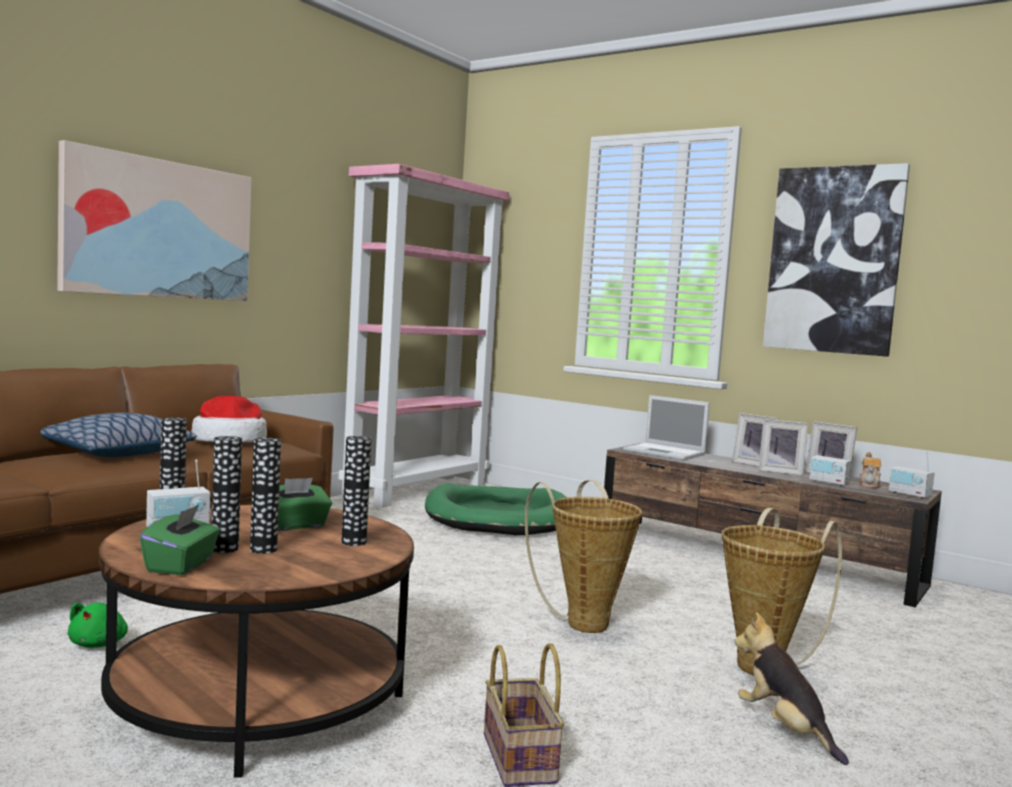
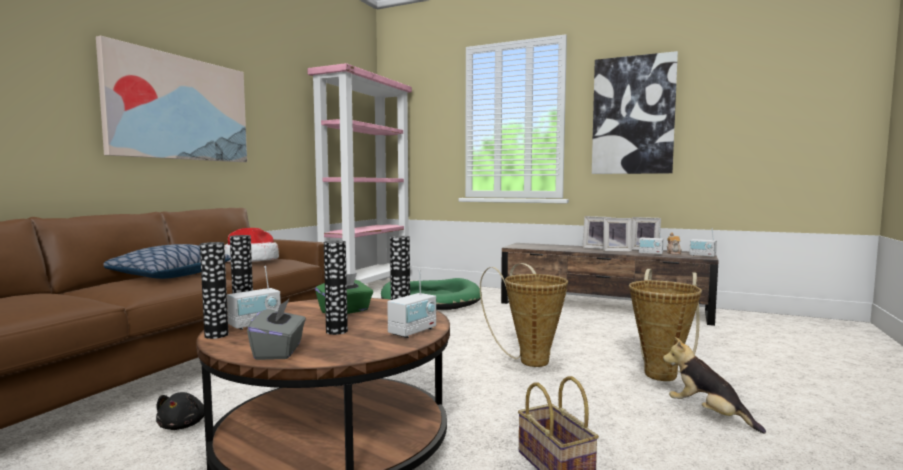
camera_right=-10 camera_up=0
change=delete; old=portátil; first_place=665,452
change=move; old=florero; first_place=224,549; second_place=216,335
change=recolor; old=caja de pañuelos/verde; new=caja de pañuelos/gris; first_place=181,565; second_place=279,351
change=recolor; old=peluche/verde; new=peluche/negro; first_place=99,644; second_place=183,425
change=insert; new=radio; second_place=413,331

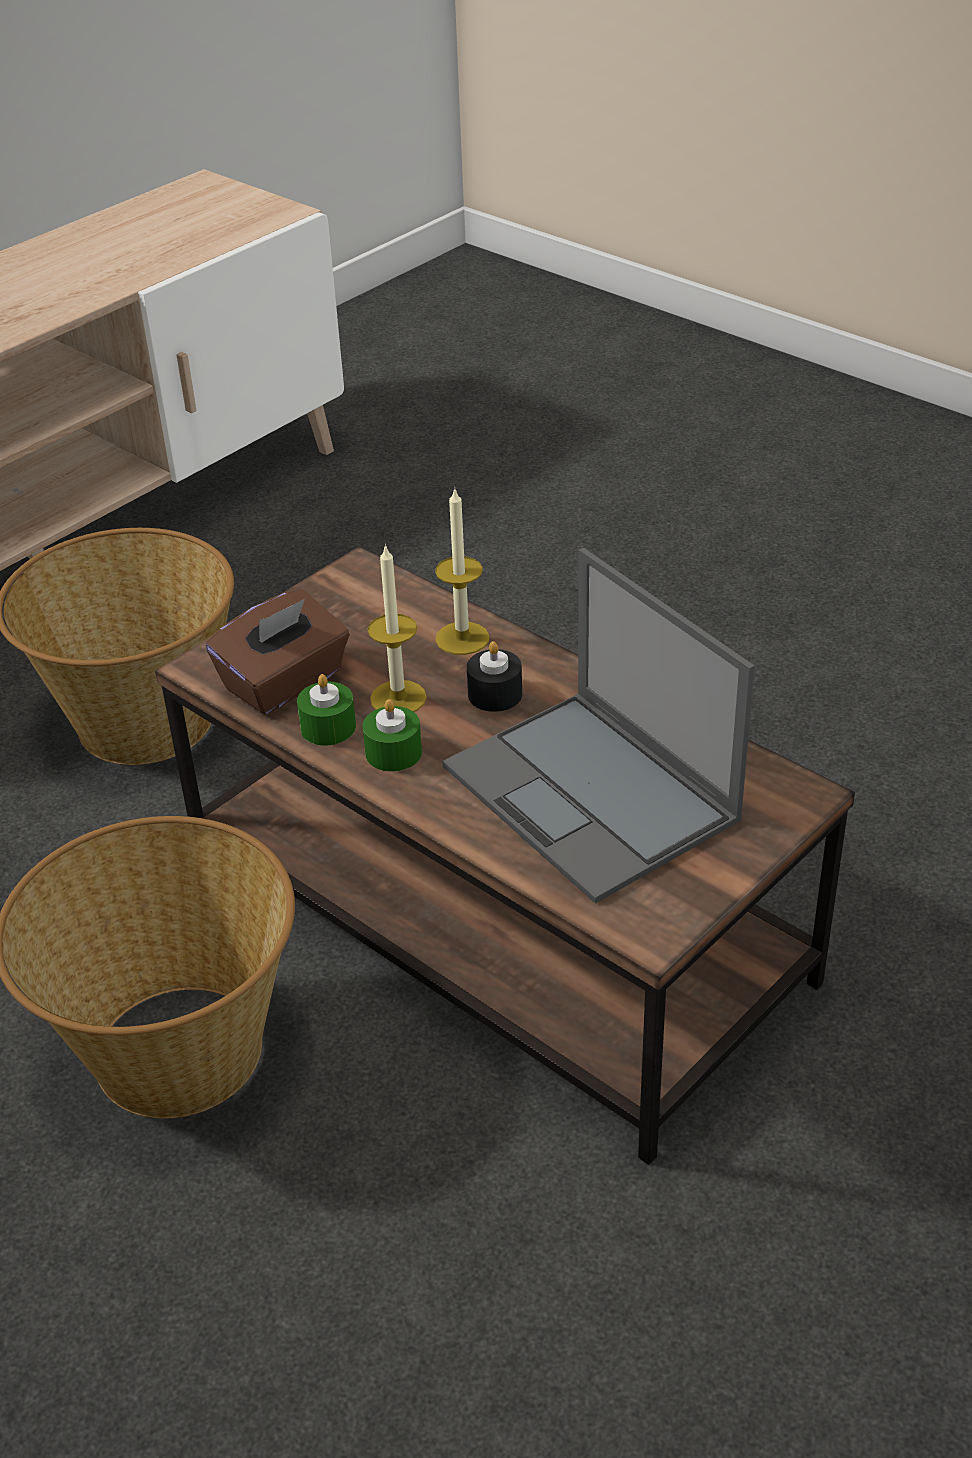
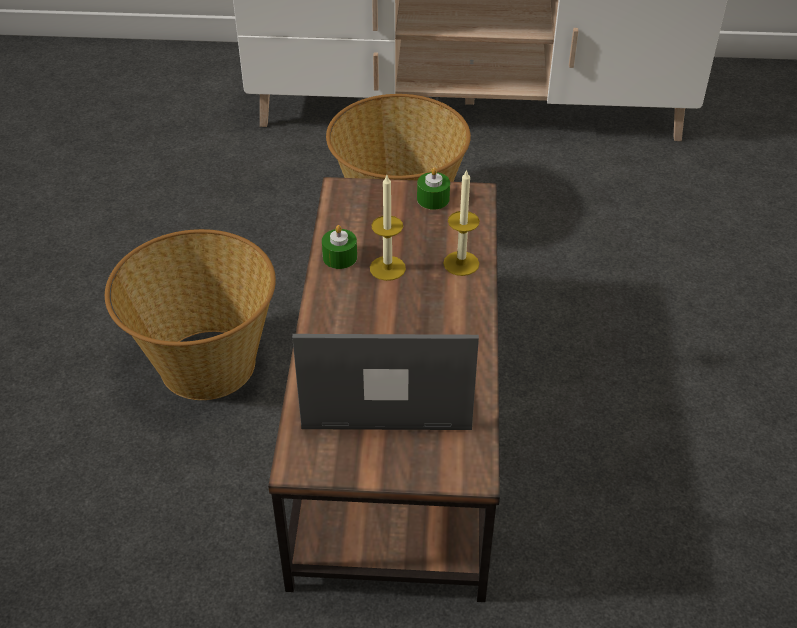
camera_right=50 camera_up=5
change=rotate; old=portátil; first_place=592,795; second_place=384,383; degrees=75
change=delete; old=caja de pañuelos/marrón; first_place=285,682
change=delete; old=vela/negro; first_place=495,694
change=move; old=vela/verde; first_place=393,753; second_place=433,199

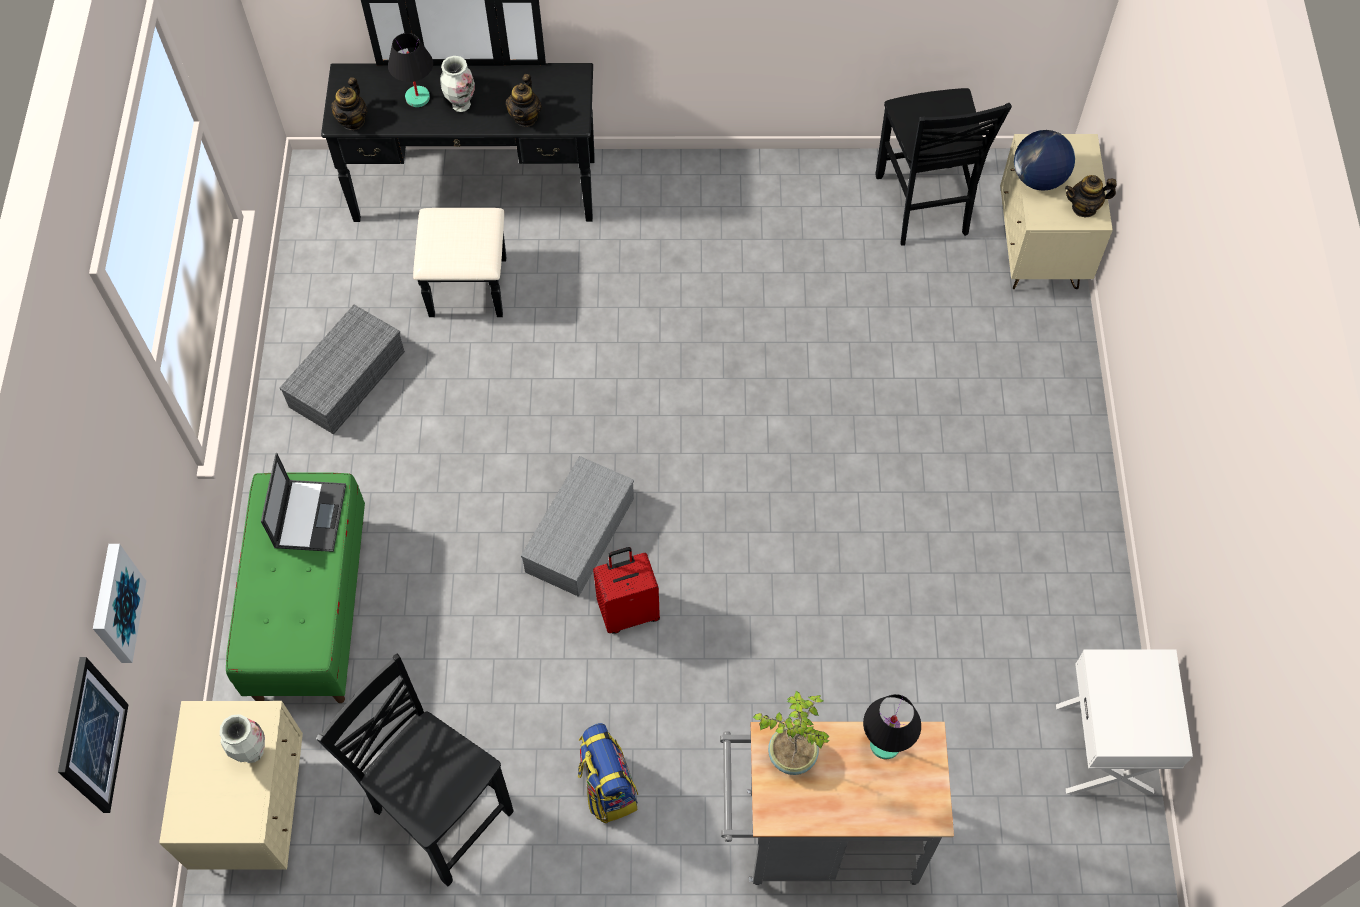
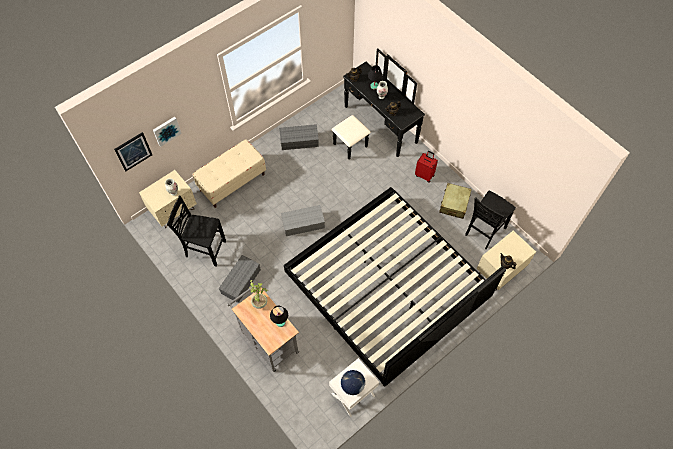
camera_right=50 camera_up=0
change=move; old=globo terráqueo; first_place=1038,179; second_place=352,385
change=delete; old=portátil; first_place=310,515
change=recolor; old=banco/verde; new=banco/beis; first_place=310,608; second_place=232,182
change=move; old=maleta/rojo; first_place=628,611; second_place=424,175
change=rotate; old=silla/negro; first_place=440,811; second_place=205,249; degrees=-75
change=replace; old=mochila; new=caja de almacenaje/gris; first_place=607,787; second_place=241,281
change=insert; new=maleta/beis; second_place=454,204
change=insert; new=cama; second_place=387,288

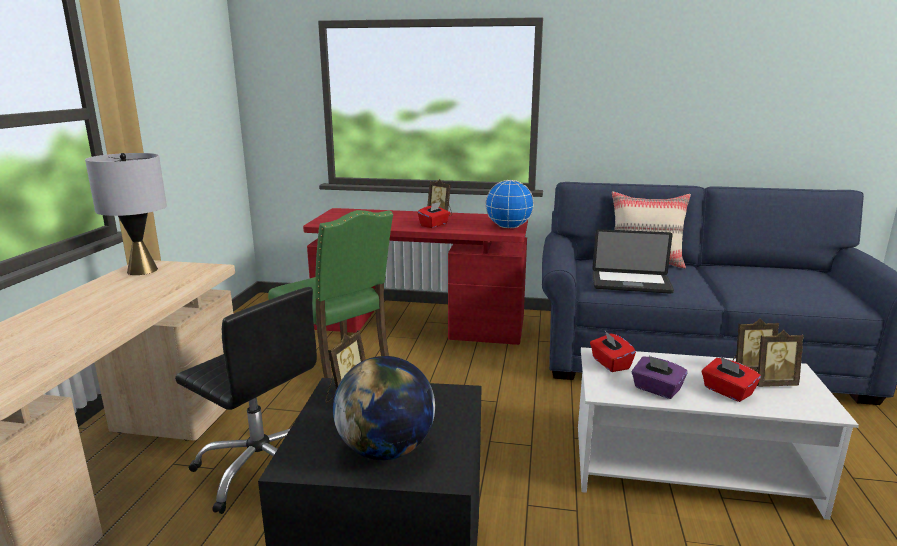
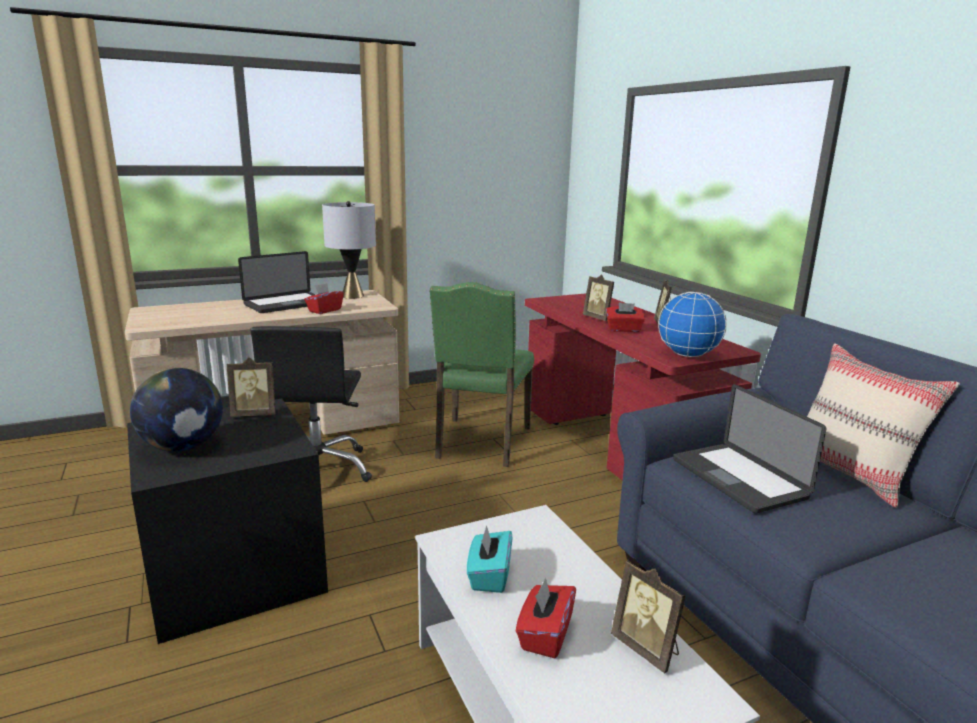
camera_right=55 camera_up=0
change=move; old=portarretratos; first_place=772,383; second_place=599,318
change=move; old=caja de pañuelos/rojo; first_place=610,363; second_place=324,310
change=recolor; old=caja de pañuelos/morado; new=caja de pañuelos/turquesa; first_place=656,389; second_place=489,576
change=insert; new=portátil; second_place=286,304

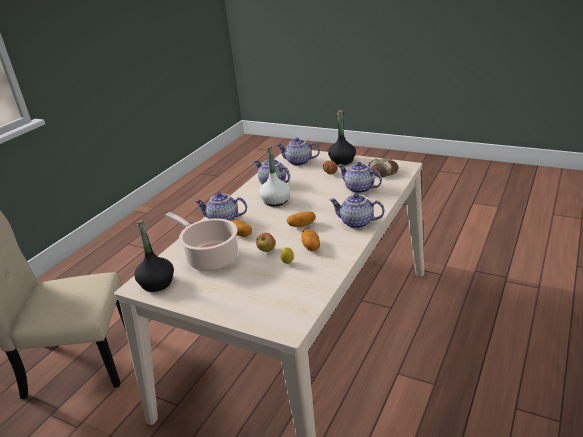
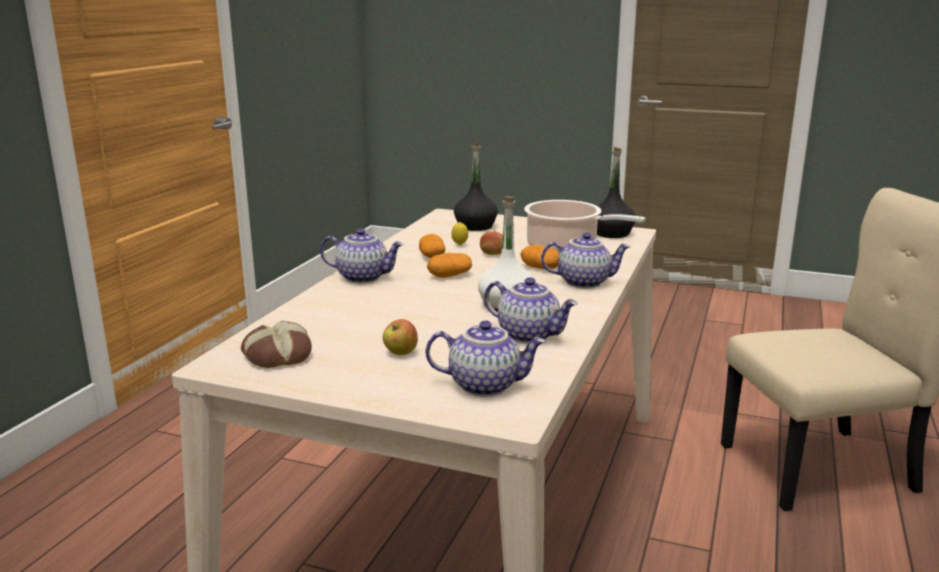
camera_right=170 camera_up=-10
change=move; old=botella/negro; first_place=342,161; second_place=475,226
change=delete; old=tetera; first_place=359,189

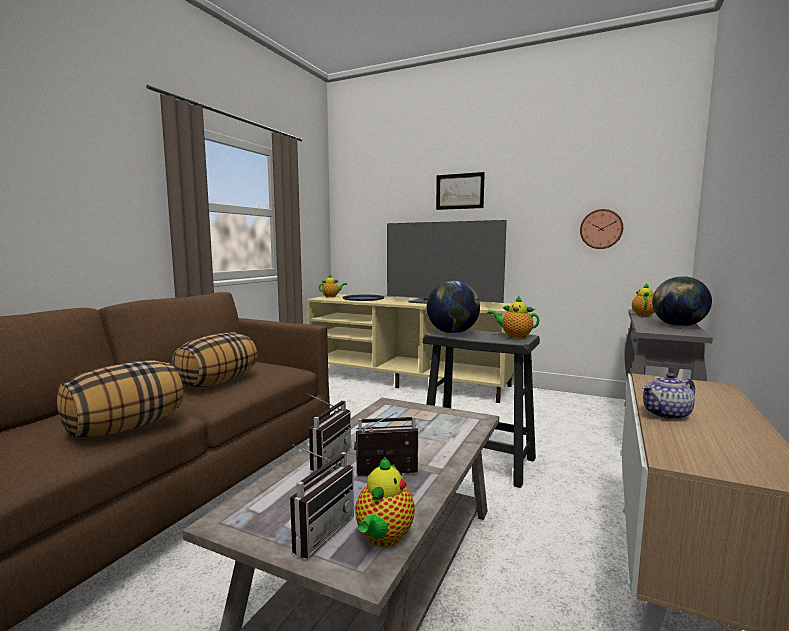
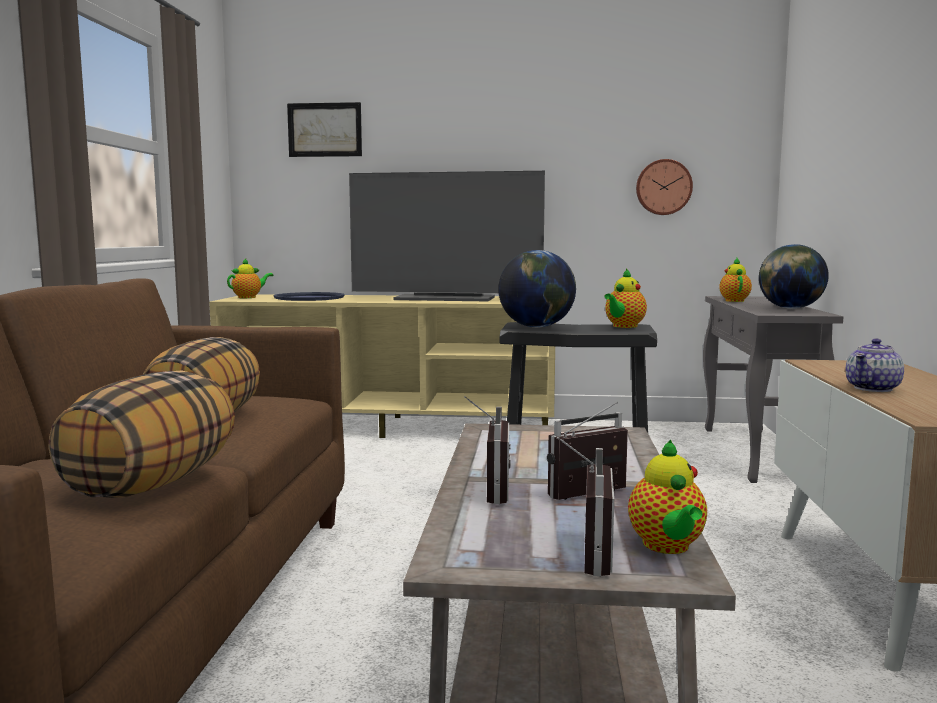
camera_right=-20 camera_up=0
change=move; old=cuadro; first_place=459,191; second_place=325,130
change=rotate; old=tetera; first_place=514,336; second_place=623,326; degrees=-60

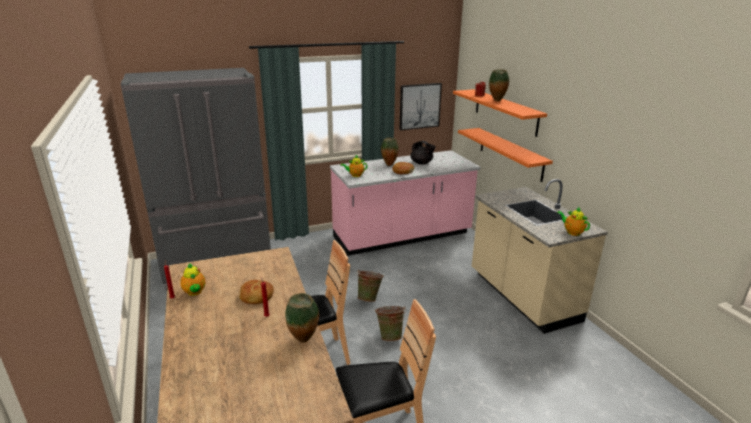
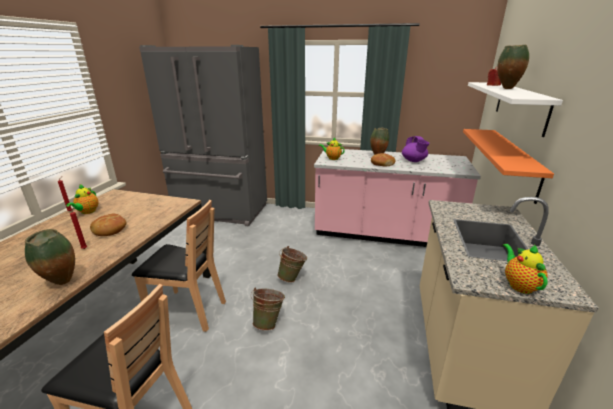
camera_right=35 camera_up=0
change=delete; old=cuadro; first_place=419,106
change=recolor; old=estante/naranja; new=estante/blanco; first_place=505,111; second_place=520,106
change=recolor; old=tetera/negro; new=tetera/morado; first_place=422,163; second_place=414,161

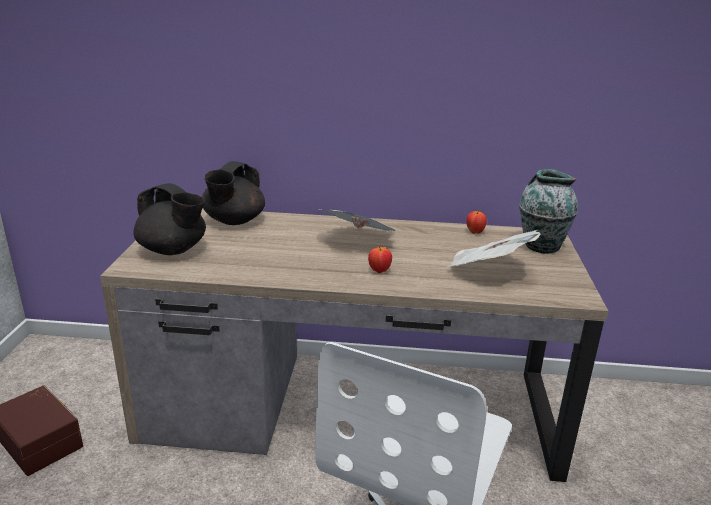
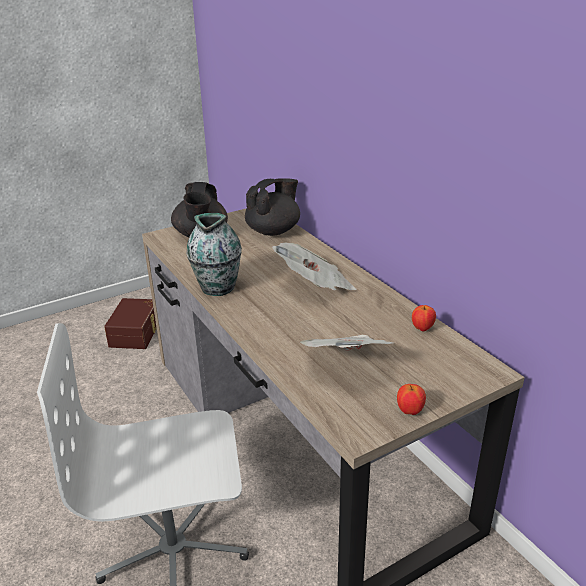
camera_right=55 camera_up=5
change=rotate; old=tetera/negro; first_place=233,221; second_place=274,231; degrees=150
change=move; old=florero; first_place=541,246; second_place=218,287
change=move; old=manzana; first_place=379,271; second_place=410,411

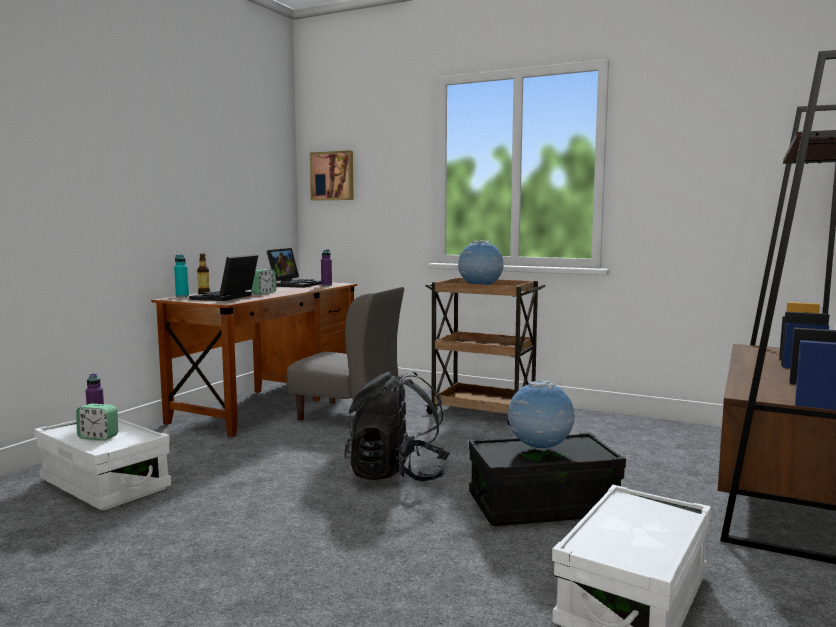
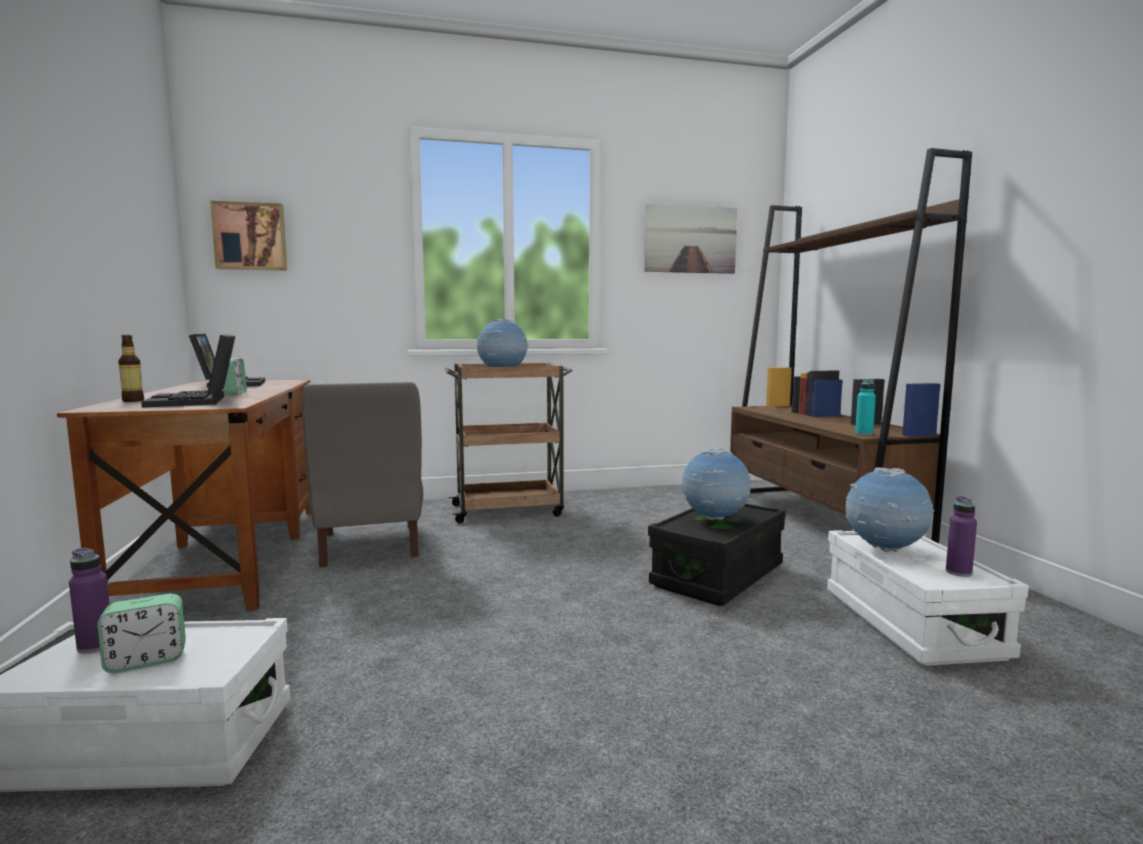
camera_right=-40 camera_up=0
change=move; old=botella/morado; first_place=326,285; second_place=958,572
change=move; old=botella/turquesa; first_place=182,296; second_place=864,434
change=rotate; old=silla/gris; first_place=348,415; second_place=369,545; degrees=90
change=delete; old=mochila/negro; first_place=397,474
change=insert; new=cuadro; second_place=690,239
change=insert; new=globo terráqueo; second_place=885,550

